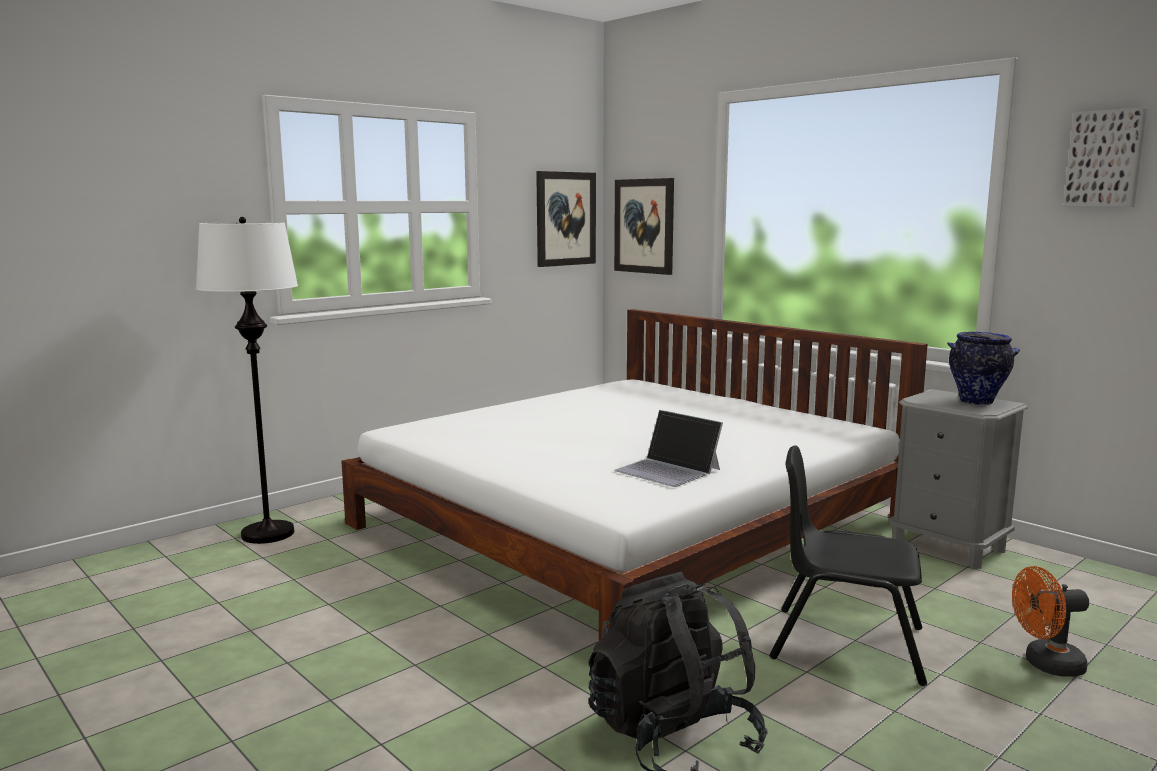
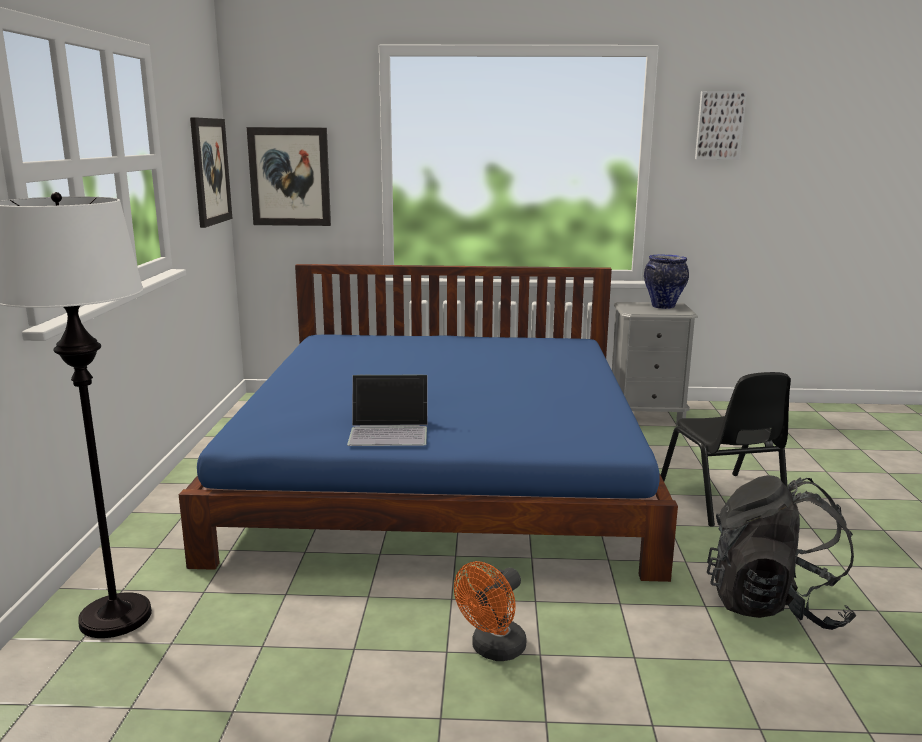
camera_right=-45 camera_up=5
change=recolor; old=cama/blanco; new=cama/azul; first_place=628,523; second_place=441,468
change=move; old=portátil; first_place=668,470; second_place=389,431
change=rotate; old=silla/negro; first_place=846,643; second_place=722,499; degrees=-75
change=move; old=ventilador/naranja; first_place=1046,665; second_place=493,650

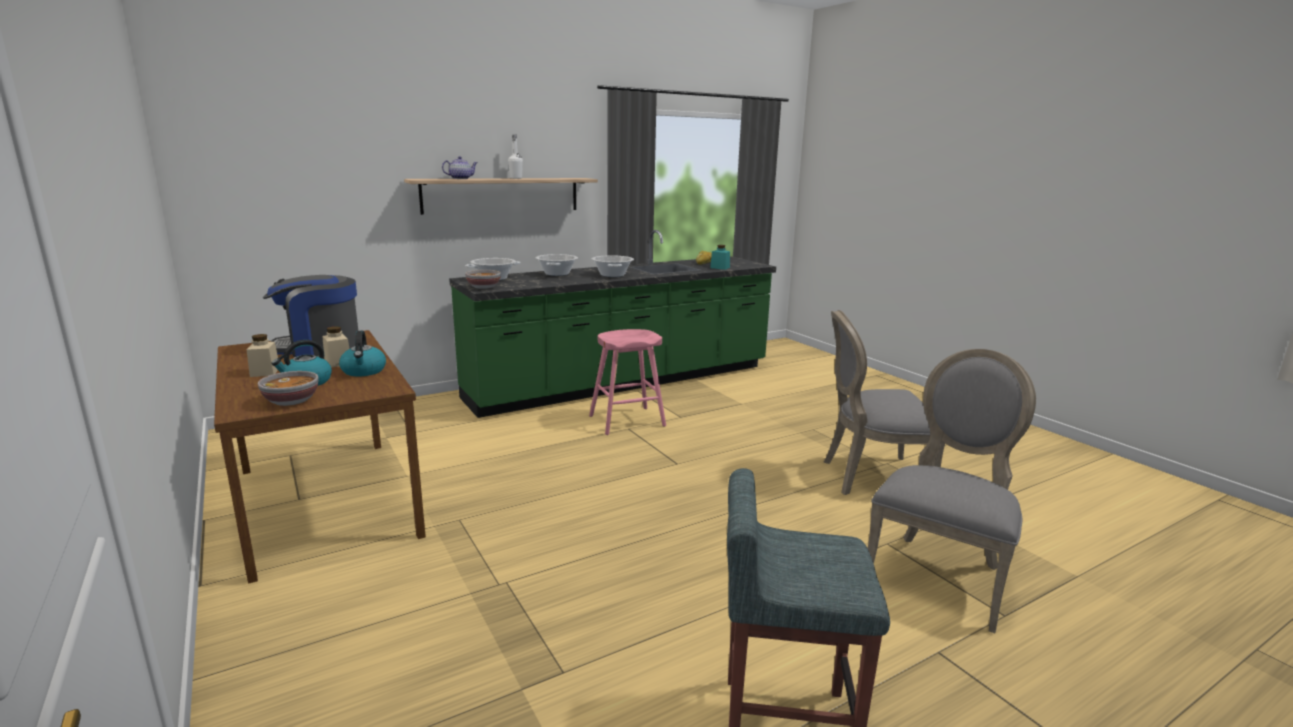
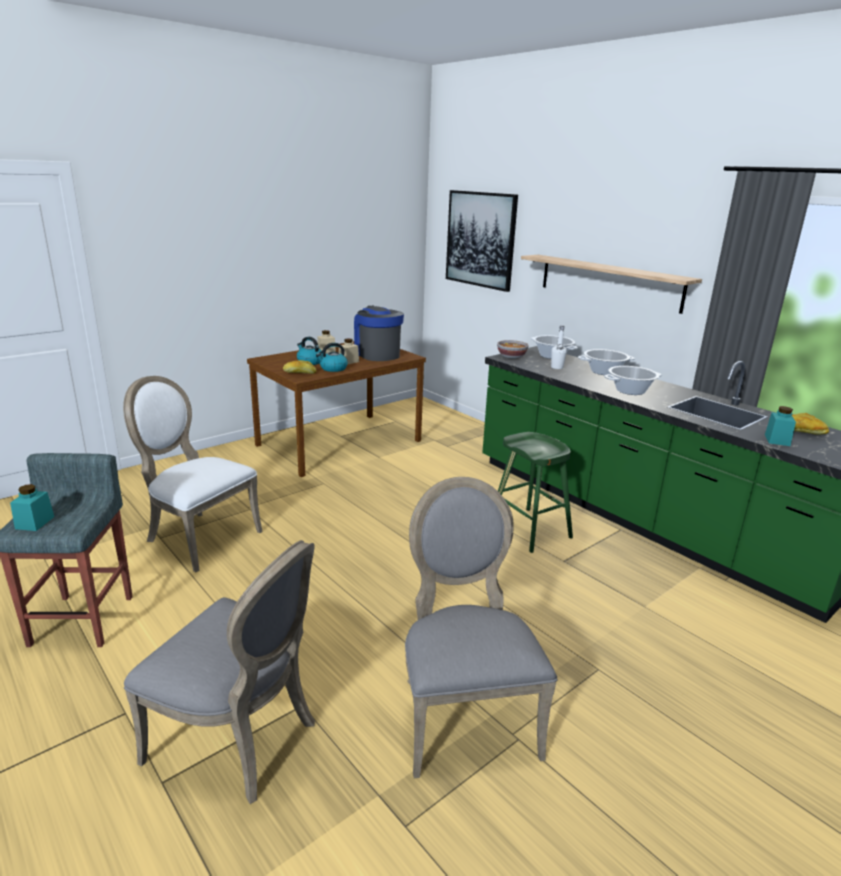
camera_right=80 camera_up=5
change=move; old=botella/blanco; first_place=516,178; second_place=557,367
change=delete; old=tetera; first_place=461,178
change=recolor; old=taburete/rosa; new=taburete/verde; first_place=626,421; second_place=529,529
change=delete; old=cuenco; first_place=292,401
change=insert; new=cuadro; second_place=480,239
change=insert; new=pan; second_place=299,373
change=insert; new=silla/blanco; second_place=198,537
change=insert; new=tarro/turquesa; second_place=35,522

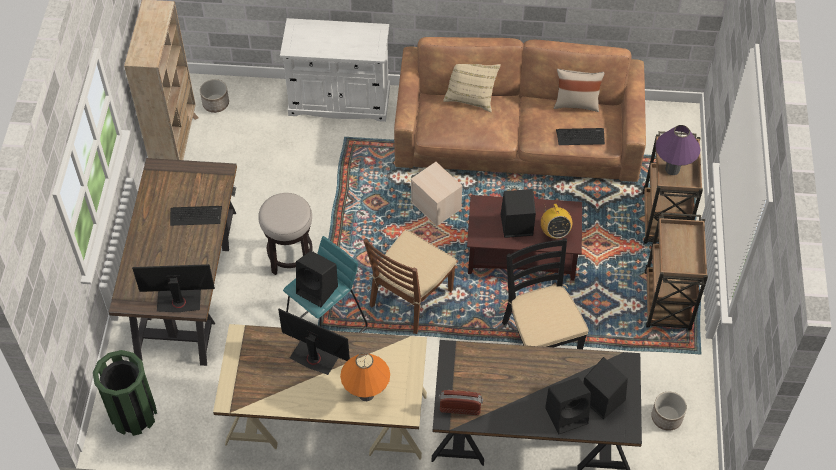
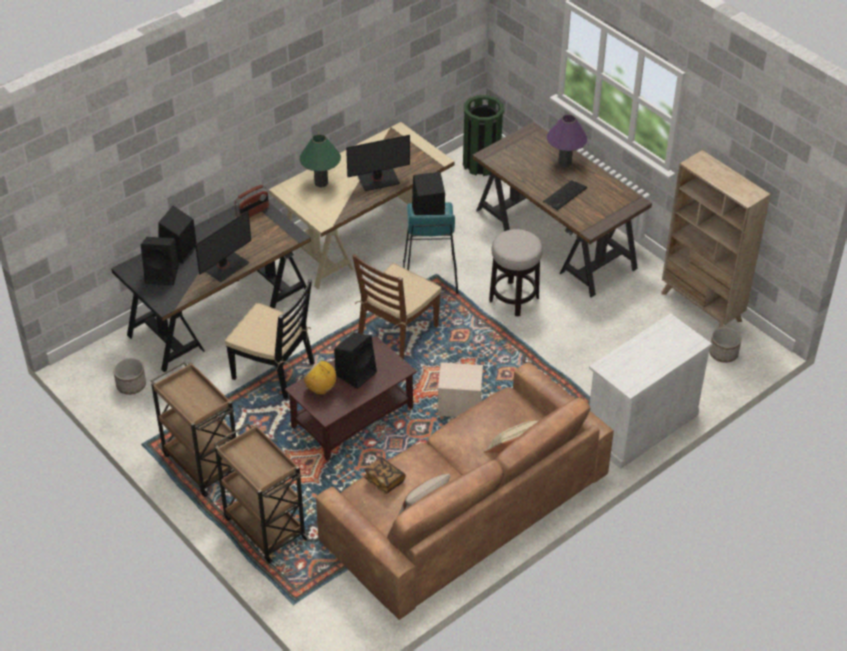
camera_right=135 camera_up=-10
change=move; old=lámpara de mesa/morado; first_place=672,169; second_place=564,163
change=replace; old=teclado; new=libro; first_place=580,137; second_place=384,480
change=rotate; old=silla/marrón; first_place=410,299; second_place=397,332; degrees=-135
change=move; old=monitor; first_place=179,300; second_place=225,266
change=recolor; old=lámpara de mesa/naranja; new=lámpara de mesa/verde; first_place=366,394; second_place=321,183

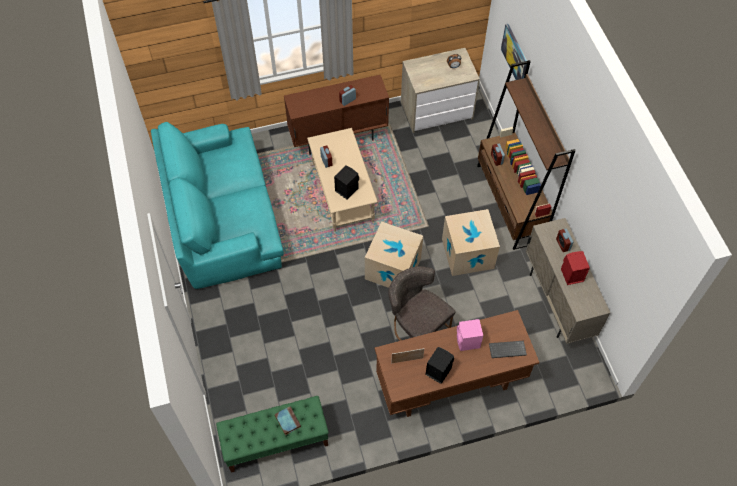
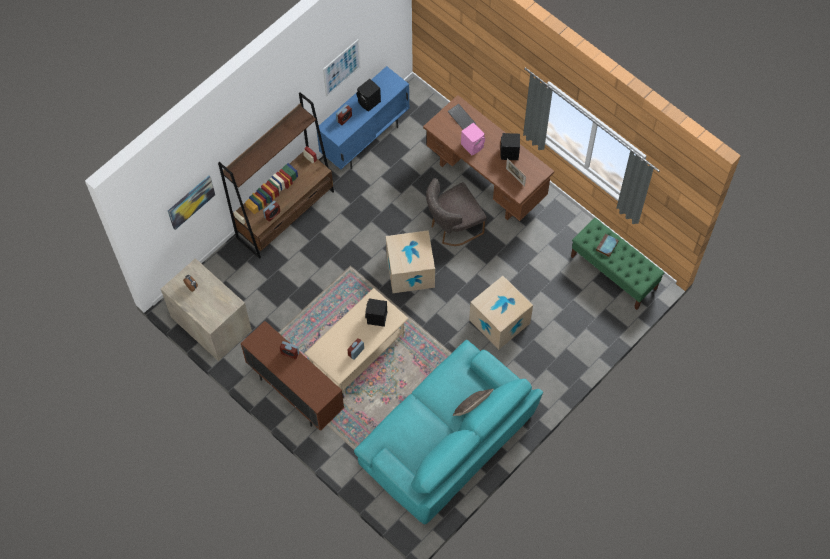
camera_right=-120 camera_up=5
change=move; old=caja de cartón; first_place=467,253; second_place=499,321
change=recolor; old=armario/beis; new=armario/azul; first_place=557,302; second_place=365,140
change=recolor; old=altavoz/rojo; new=altavoz/negro; first_place=571,275; second_place=369,102
change=rotate; old=silla/gris; first_place=416,326; second_place=453,227; degrees=45
change=insert; new=cuadro; second_place=341,67
change=insert; new=cojín; second_place=472,408

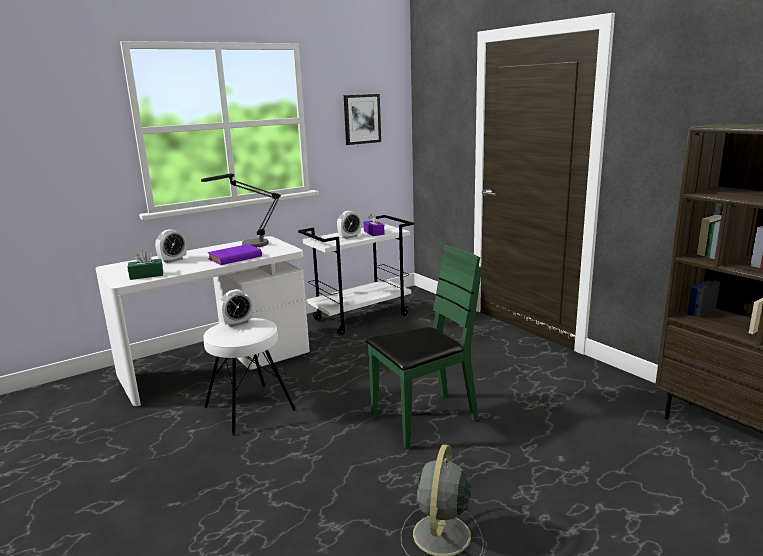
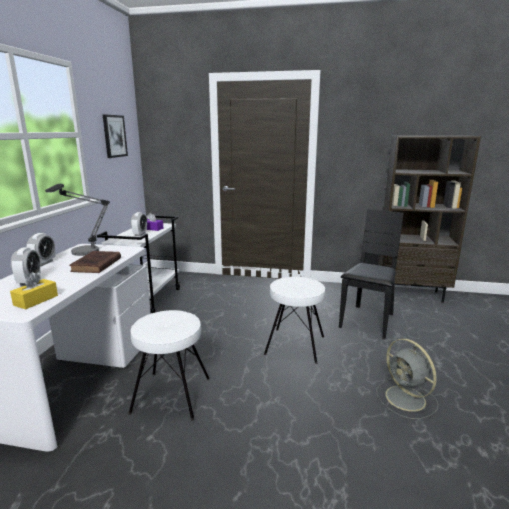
camera_right=-45 camera_up=0
change=recolor; old=libro/morado; new=libro/marrón; first_place=234,258; second_place=96,265
change=replace; old=silla/verde; new=taburete/blanco; first_place=424,419; second_place=295,345
change=recolor; old=caja de pañuelos/verde; new=caja de pañuelos/amarillo; first_place=146,275; second_place=36,300
change=move; old=despertador; first_place=237,323; second_place=43,263
change=insert; new=silla/negro; second_place=367,321

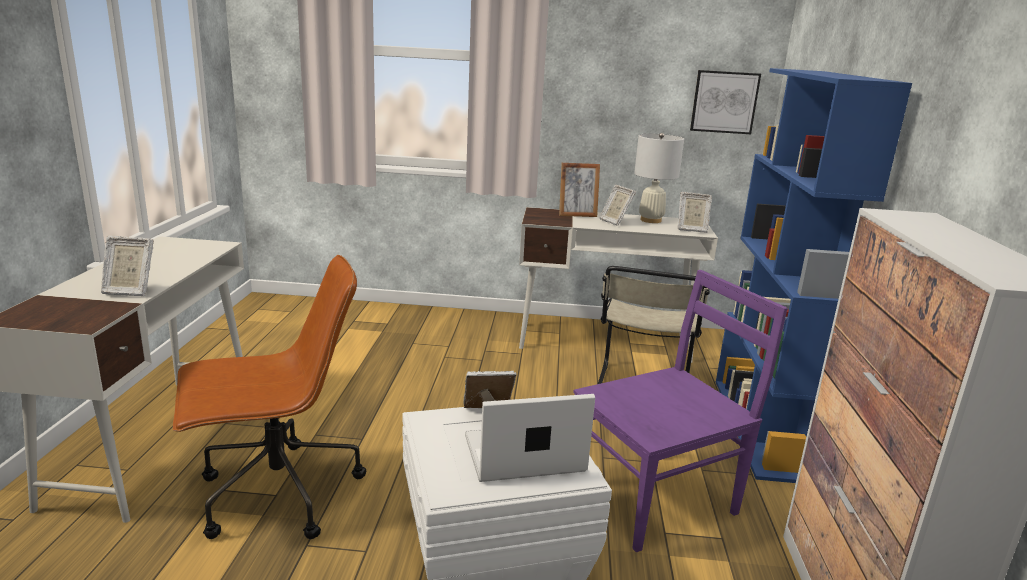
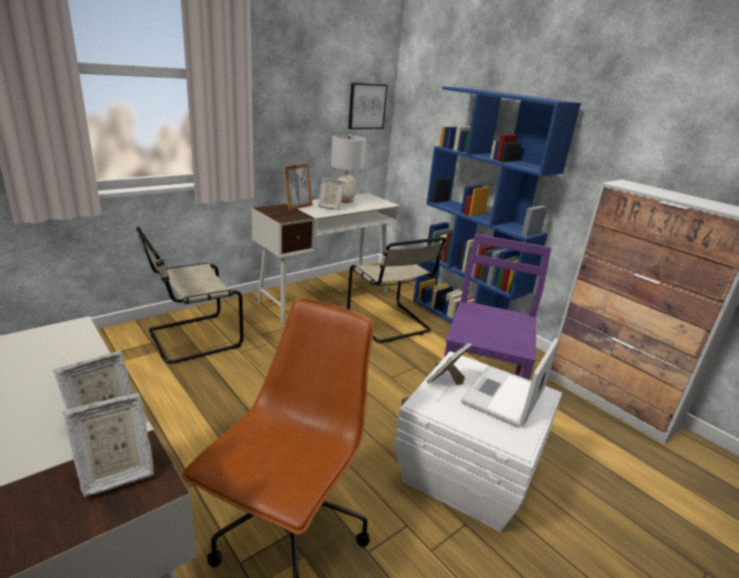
camera_right=-45 camera_up=5
change=move; old=portarretratos; first_place=691,229; second_place=115,473
change=insert; new=silla/beis; second_place=191,339

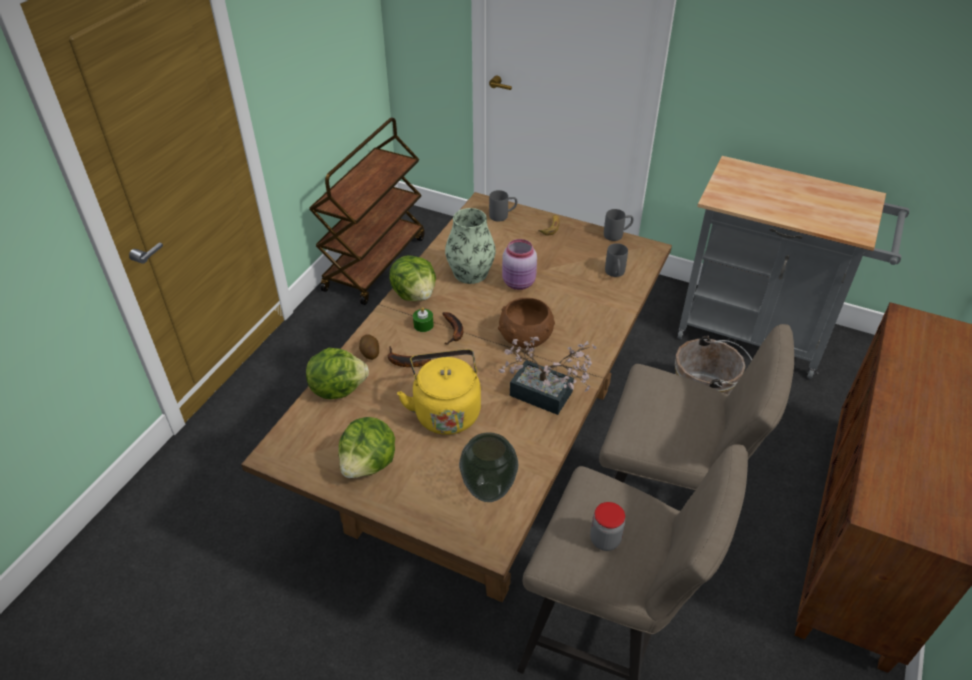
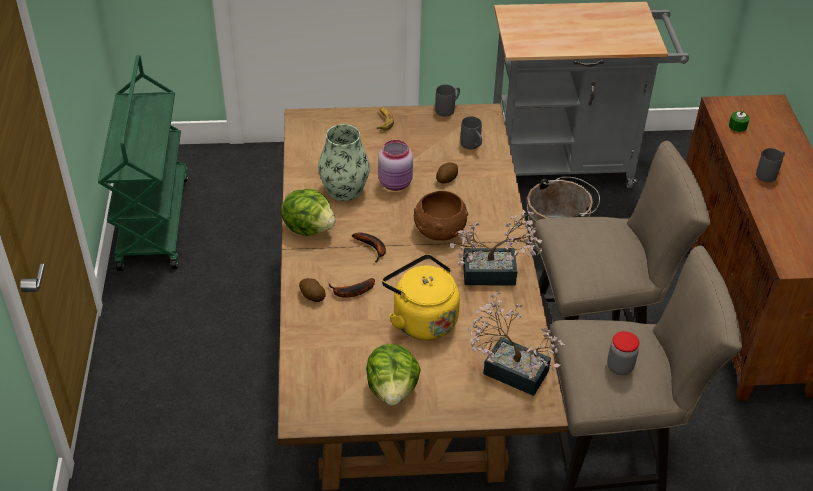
camera_right=-30 camera_up=0
change=recolor; old=carrito/marrón; new=carrito/verde; first_place=374,262; second_place=153,221
change=move; old=taza grande/gris; first_place=503,215; second_place=769,173
change=move; old=vela/verde; first_place=423,325; second_place=737,126
change=delete; old=lechuga; first_place=338,388
change=replace; old=florero; new=planta en maceta; first_place=489,492; second_place=509,369
change=insert; new=patata; second_place=446,178

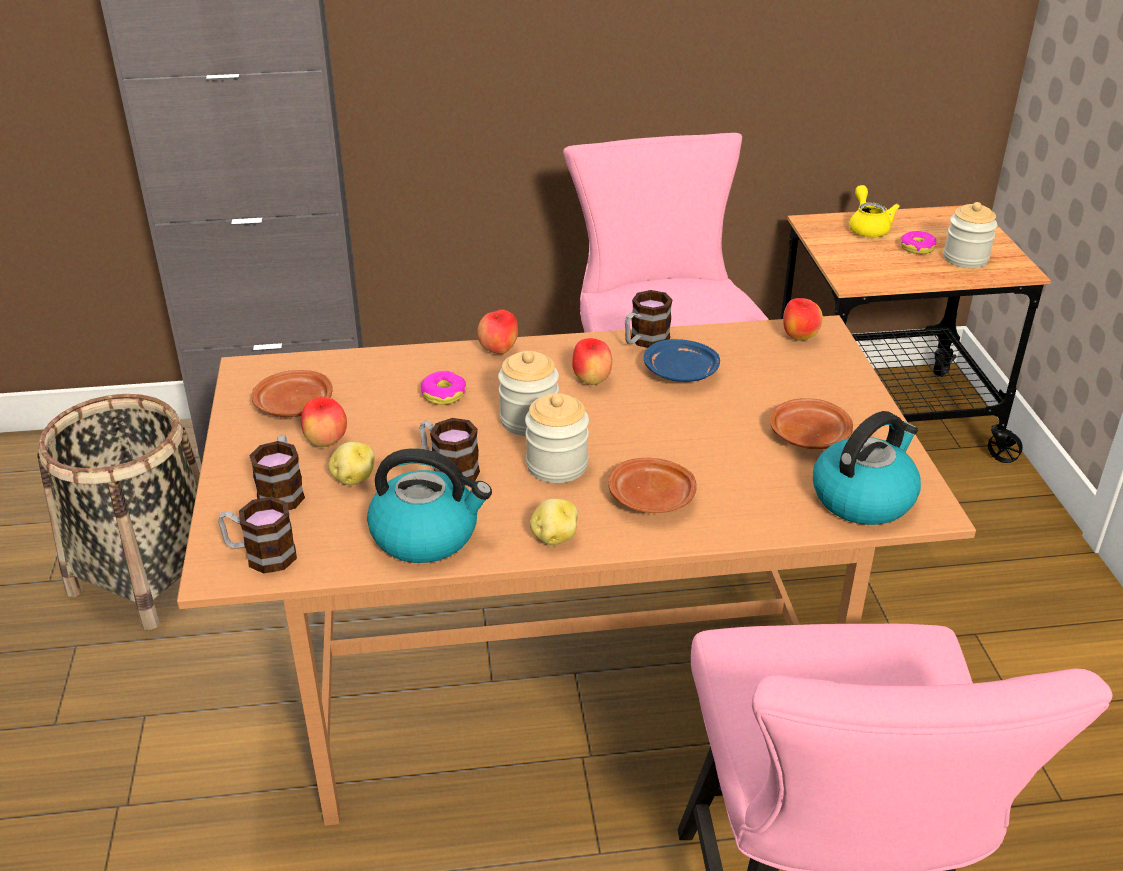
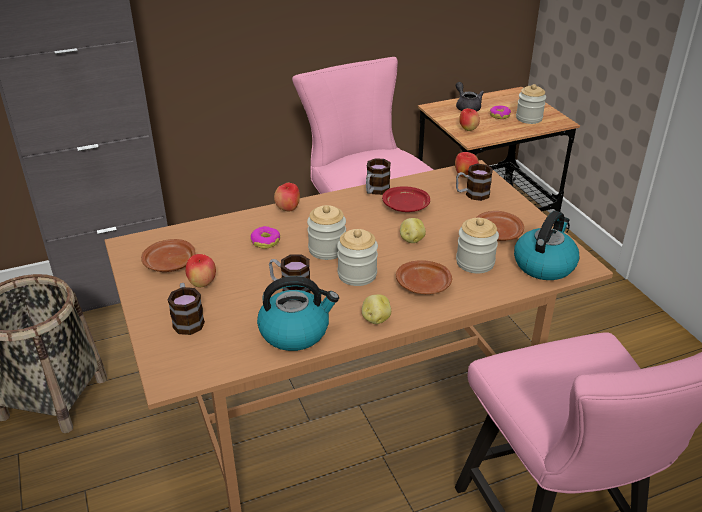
camera_right=-15 camera_up=0
change=recolor; old=tetera/amarillo; new=tetera/gris; first_place=868,227; second_place=467,107
change=move; old=manzana; first_place=592,381; second_place=468,129
change=recolor; old=plato/azul; new=plato/rojo; first_place=681,373; second_place=406,207
change=move; old=patata; first_place=353,478; second_place=411,239
change=move; old=taza grande; first_place=261,555; second_place=472,194
change=insert; new=tarro; second_place=475,262

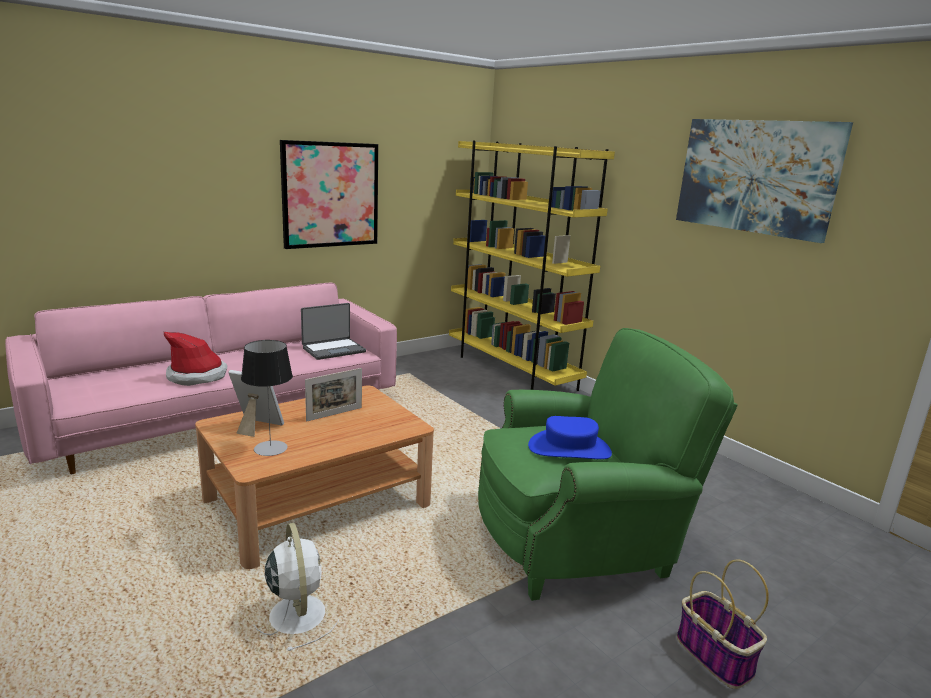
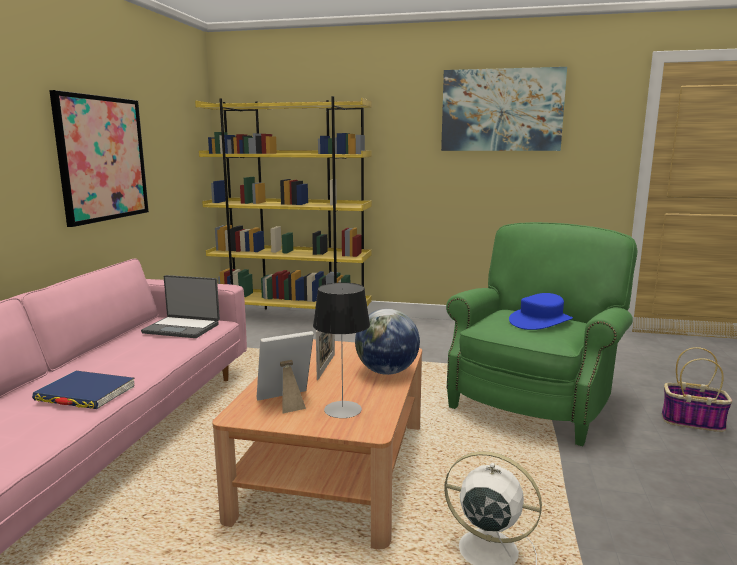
camera_right=-40 camera_up=-5
change=rotate; old=portátil; first_place=333,350; second_place=182,328; degrees=90
change=replace; old=sombrero; new=libro/azul; first_place=197,376; second_place=85,394
change=insert; new=globo terráqueo; second_place=386,372

